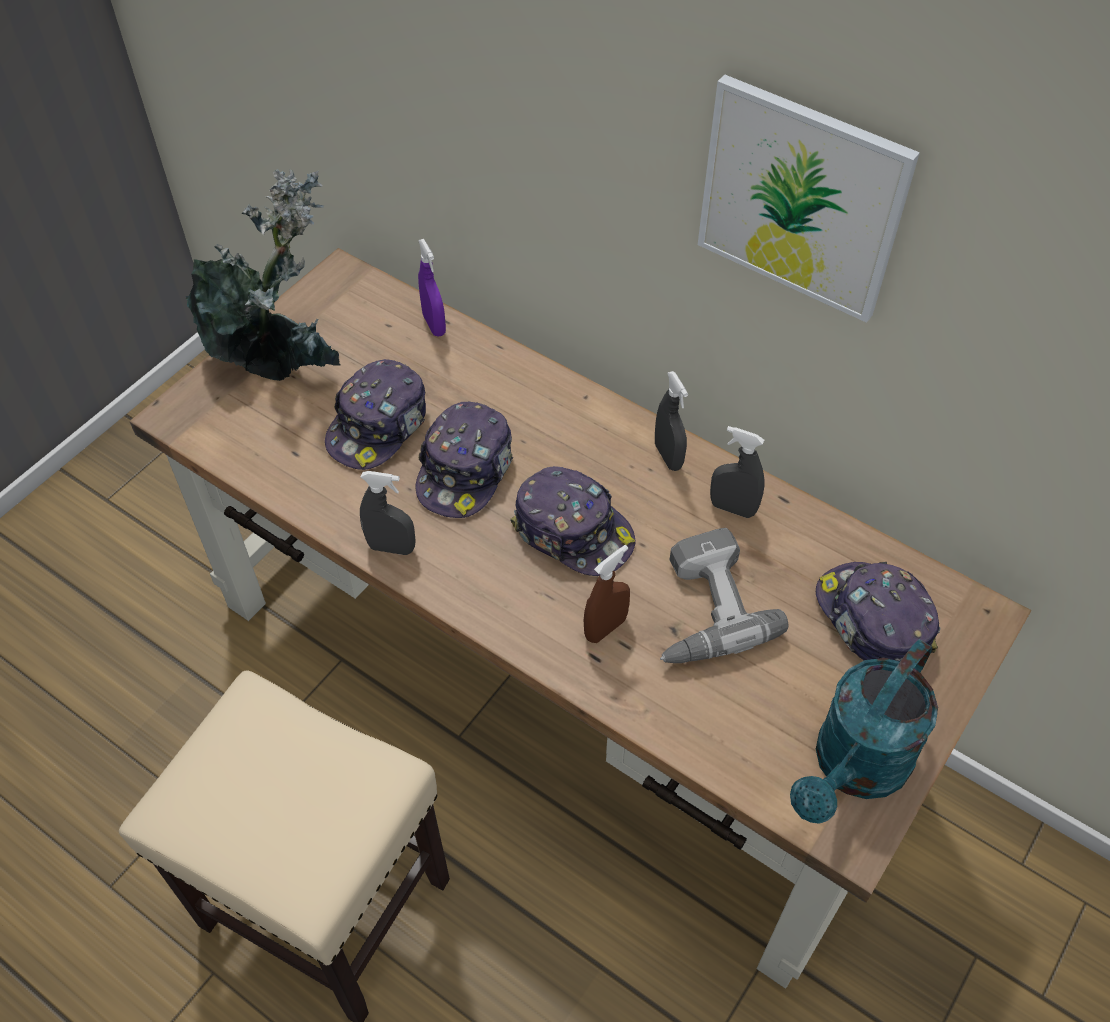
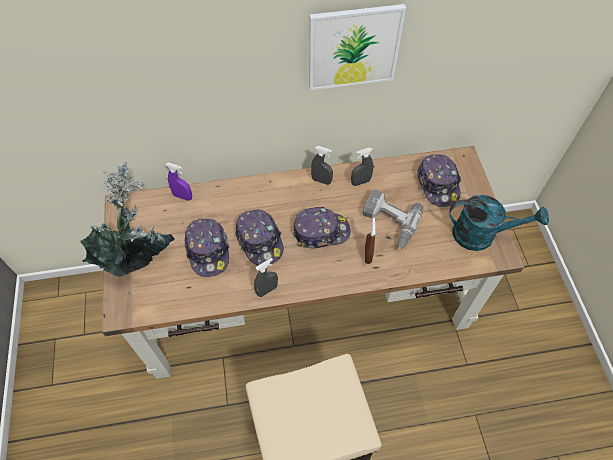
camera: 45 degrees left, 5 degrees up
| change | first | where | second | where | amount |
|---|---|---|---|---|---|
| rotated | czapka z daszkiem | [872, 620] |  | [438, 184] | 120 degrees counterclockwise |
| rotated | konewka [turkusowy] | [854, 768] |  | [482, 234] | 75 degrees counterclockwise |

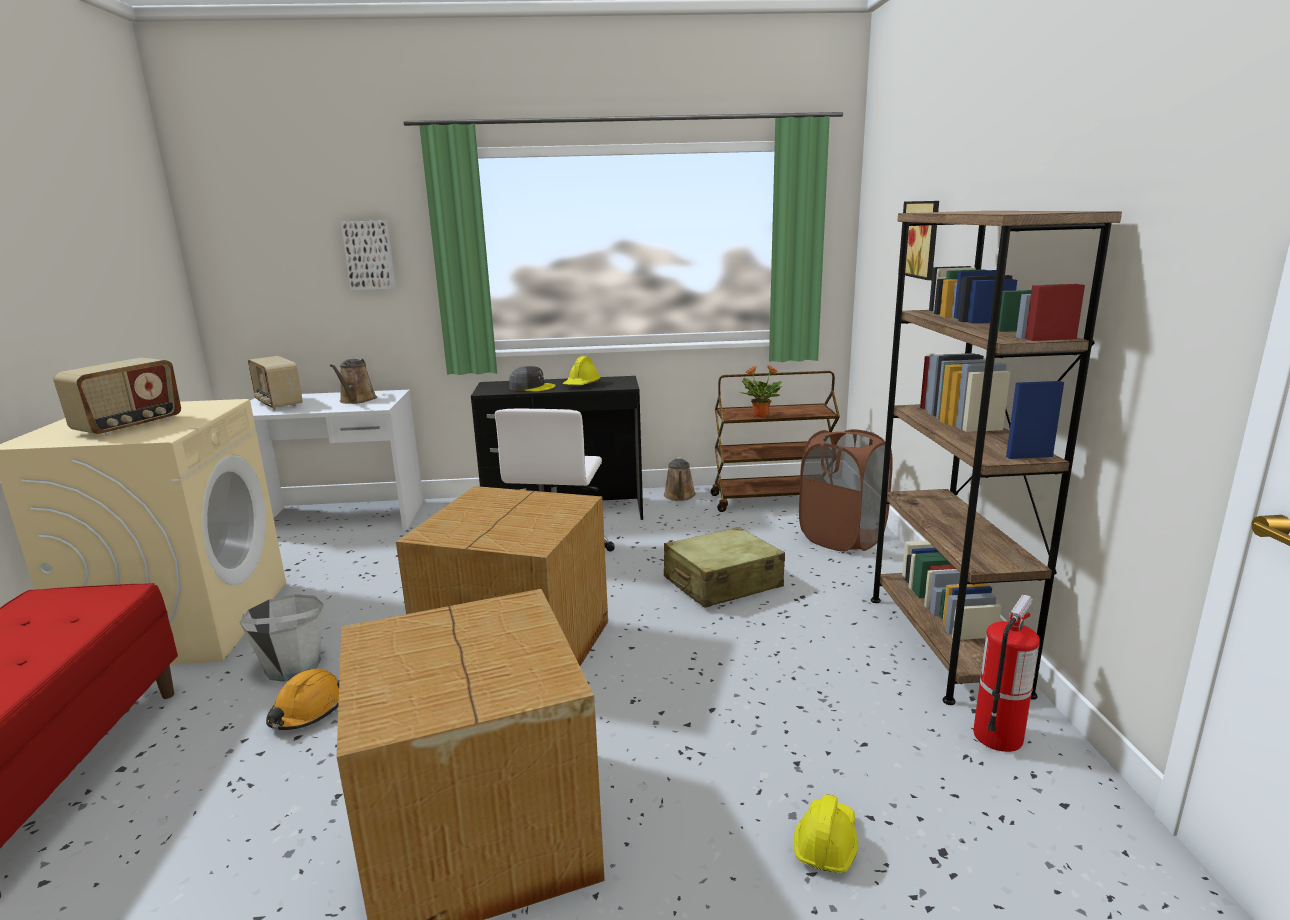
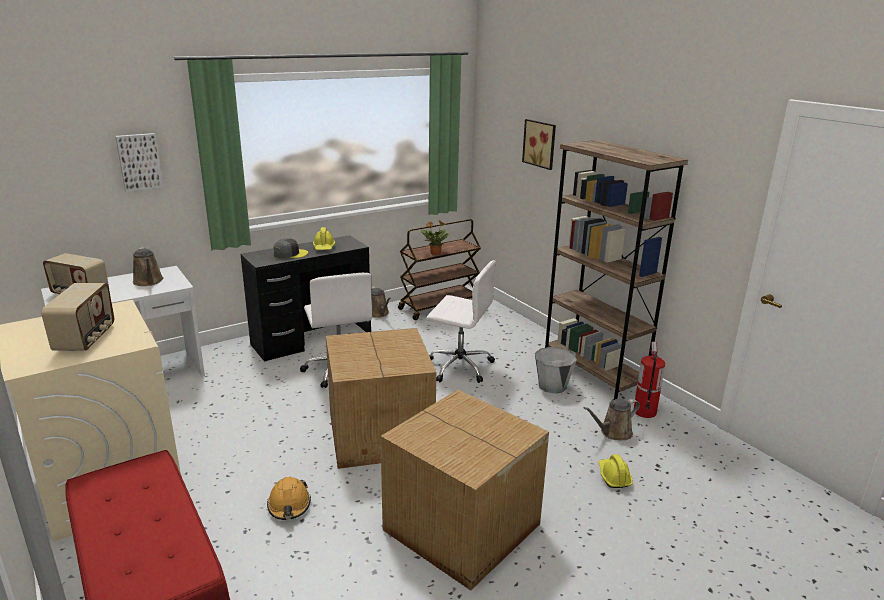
camera: 30 degrees left, 5 degrees up
| change | first | where | second | where | amount |
|---|---|---|---|---|---|
| swapped | walizka [beżowy] | [722, 583] | krzesło biurowe [biały] | [458, 366] |  |
| shifted | wiadro [szary] | [292, 666] |  | [552, 386] |  |
| new |  |  | konewka [brązowy] | [613, 433] |  |
| gone | kosz na pranie [brązowy] | [842, 538] |  |  |  |

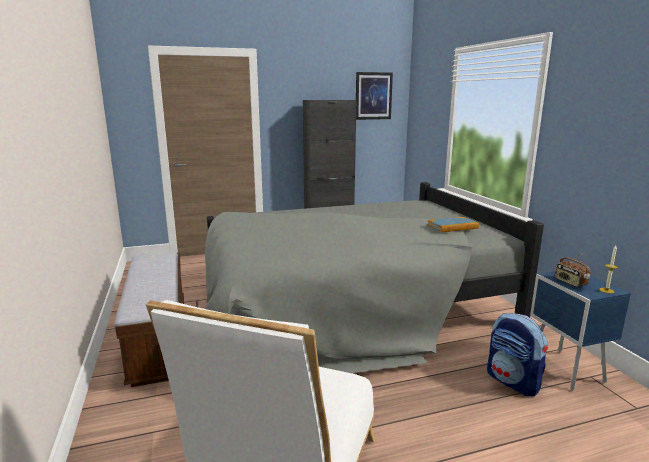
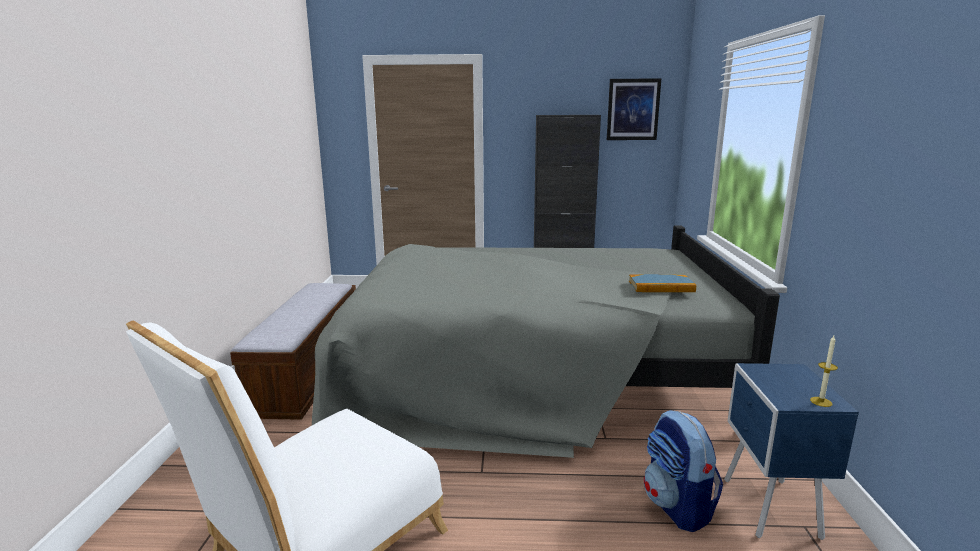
camera: 20 degrees right, 0 degrees up
| change | first | where | second | where | amount |
|---|---|---|---|---|---|
| gone | radio | [570, 282] |  |  |  |

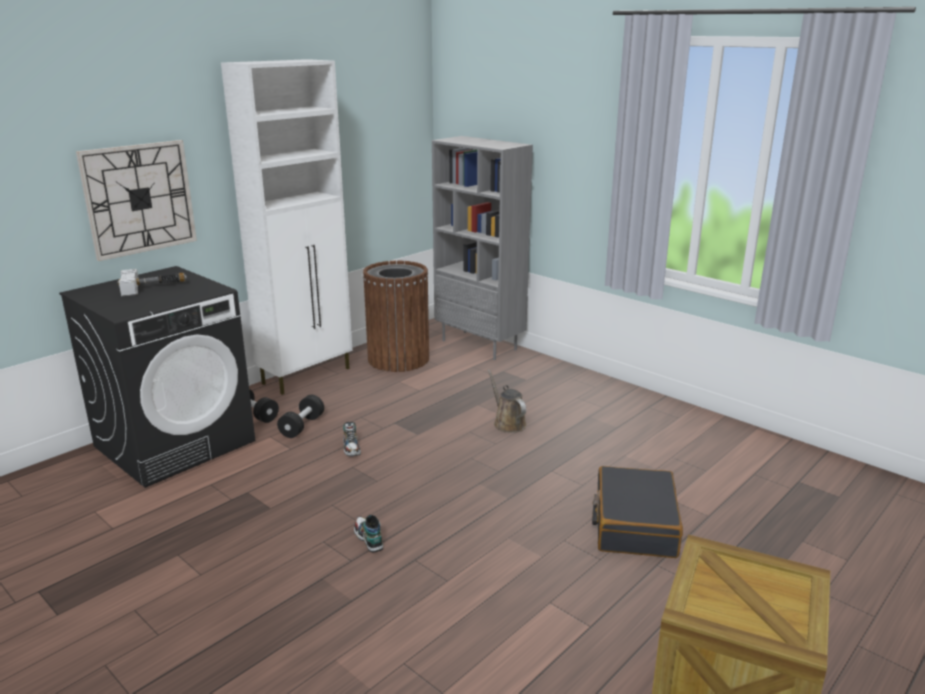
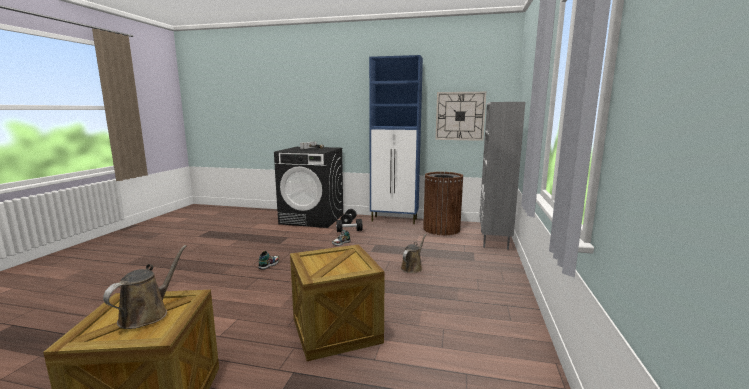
camera: 60 degrees right, 10 degrees down
| change | first | where | second | where | amount |
|---|---|---|---|---|---|
| new |  |  | konewka [brązowy] | [147, 314] |  |
| swapped | walizka [czarny] | [634, 524] | skrzynka | [336, 330] |  |
| repainted | szafka [biały] | [307, 375] | szafka [niebieski] | [395, 220] |  |
| shifted | zegar ścienny | [139, 198] |  | [460, 116] |  |

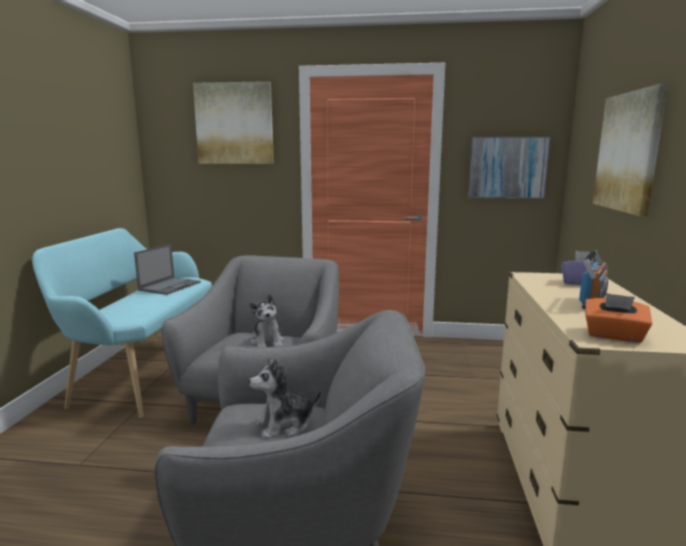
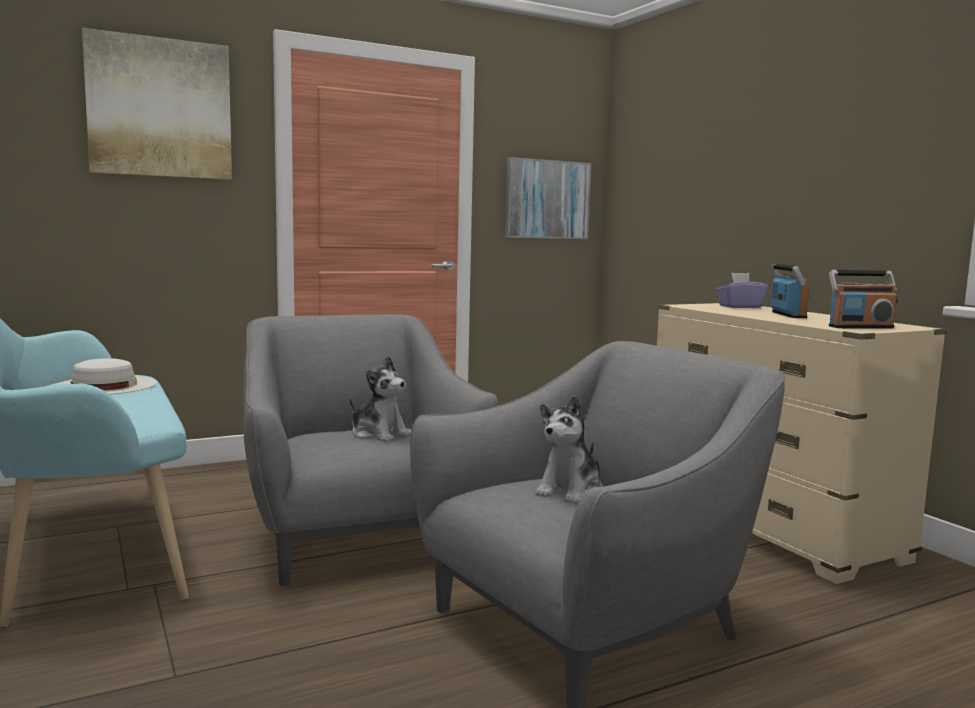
camera: 35 degrees left, 5 degrees down
| change | first | where | second | where | amount |
|---|---|---|---|---|---|
| swapped | laptop | [170, 286] | kapelusz [biały] | [104, 386] |  |
| swapped | pudełko chusteczek [pomarańczowy] | [613, 336] | radio | [860, 327] |  |
| gone | obraz | [628, 152] |  |  |  |

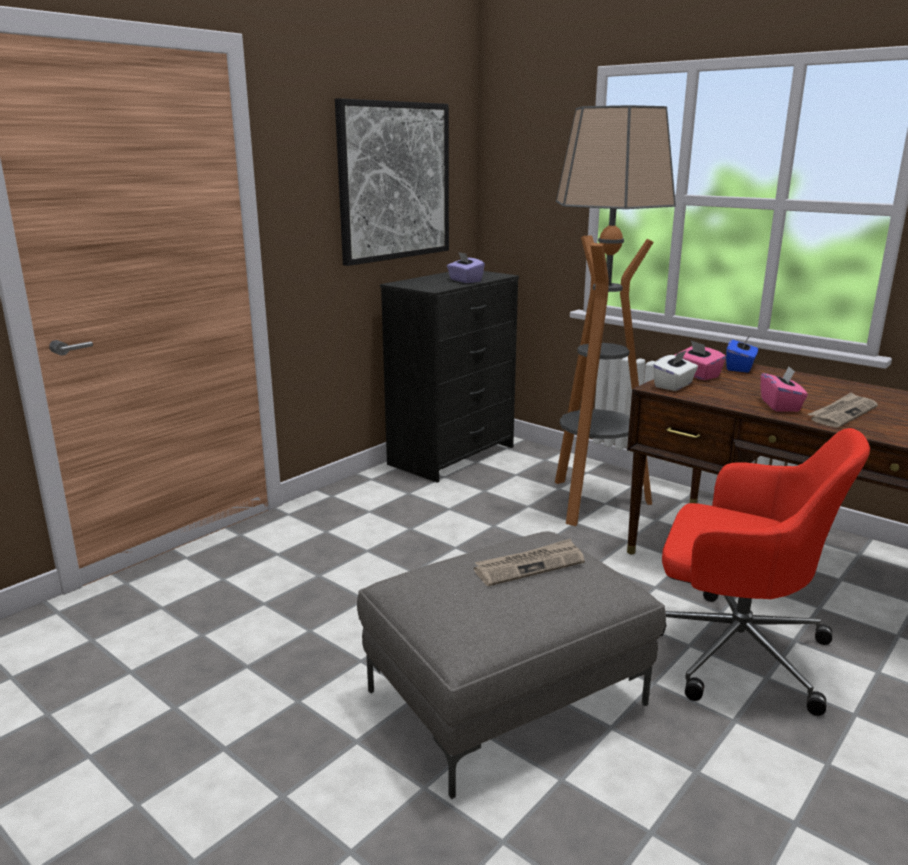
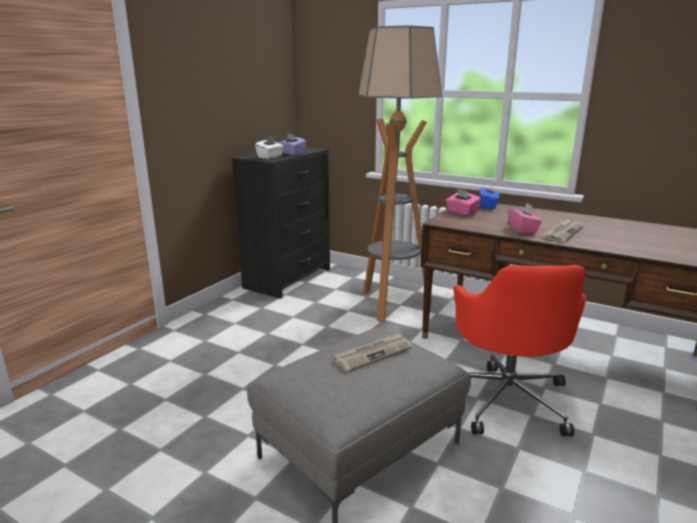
camera: 10 degrees left, 0 degrees up
| change | first | where | second | where | amount |
|---|---|---|---|---|---|
| shifted | pudełko chusteczek [biały] | [674, 385] |  | [270, 157] |  |
| rotated | krzesło biurowe [czerwony] | [734, 650] |  | [507, 399] | 75 degrees clockwise |
| gone | obraz | [394, 181] |  |  |  |

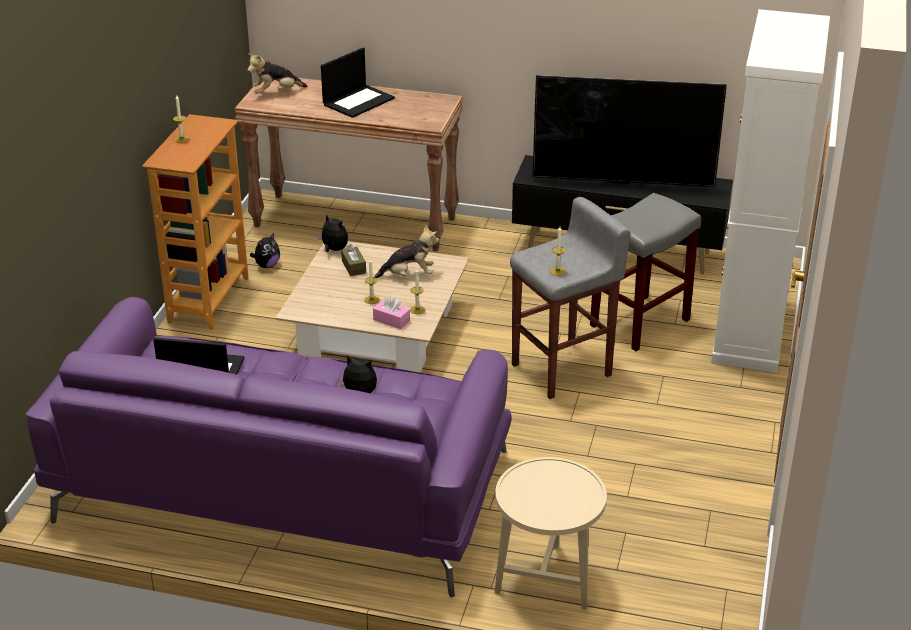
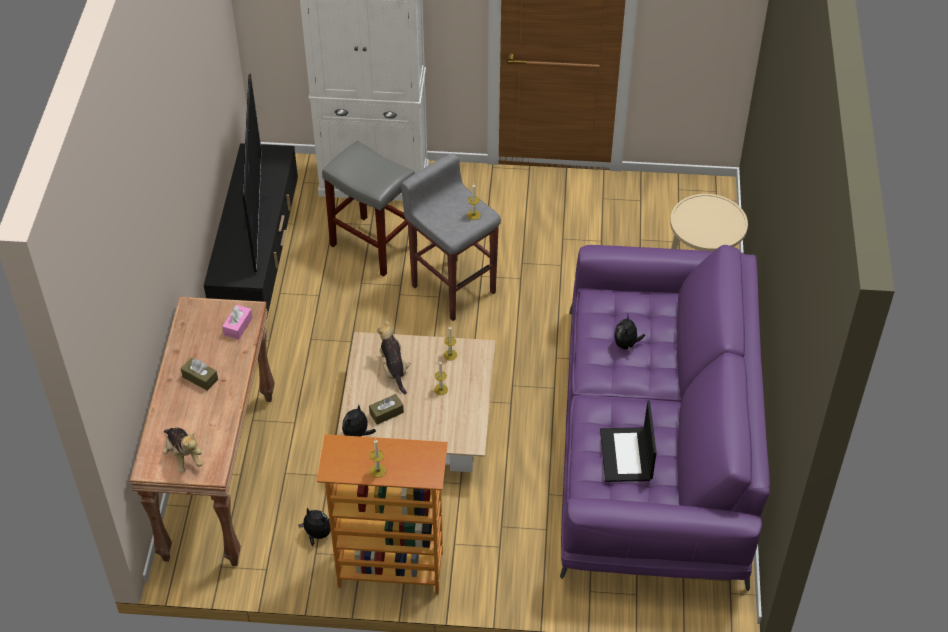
camera: 100 degrees left, 15 degrees up
| change | first | where | second | where | amount |
|---|---|---|---|---|---|
| swapped | laptop | [358, 101] | pudełko chusteczek [brązowy] | [200, 378] |  |
| shifted | pudełko chusteczek [różowy] | [391, 320] |  | [238, 326] |  |

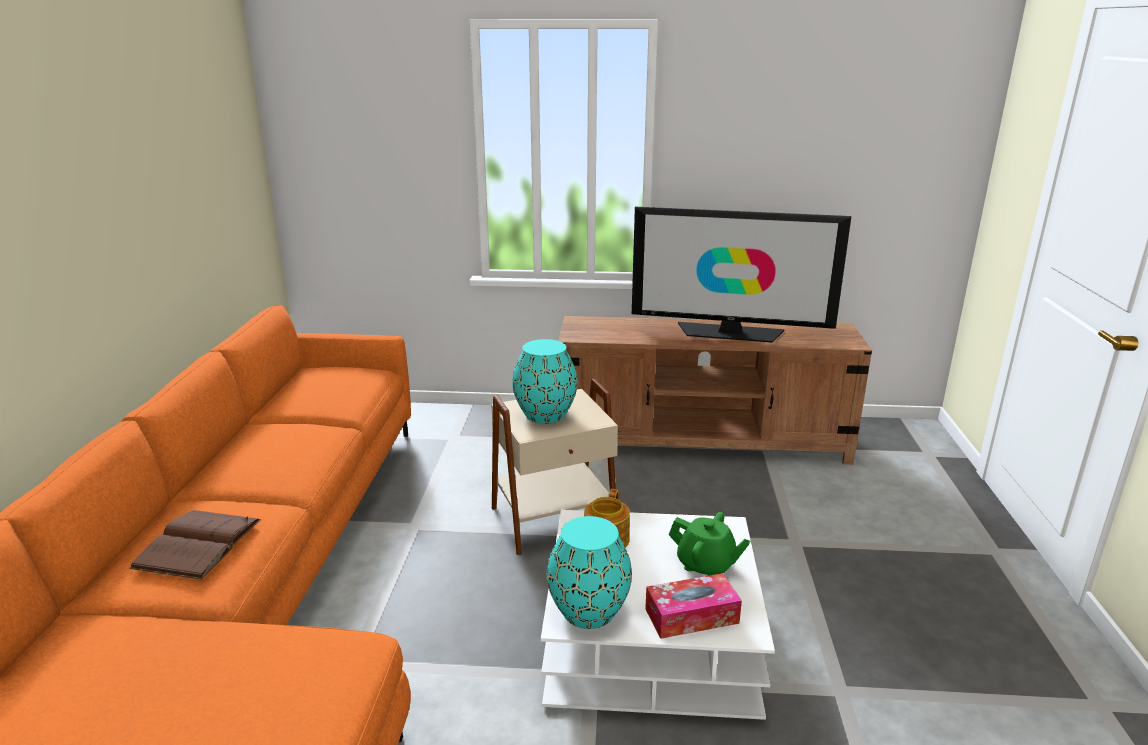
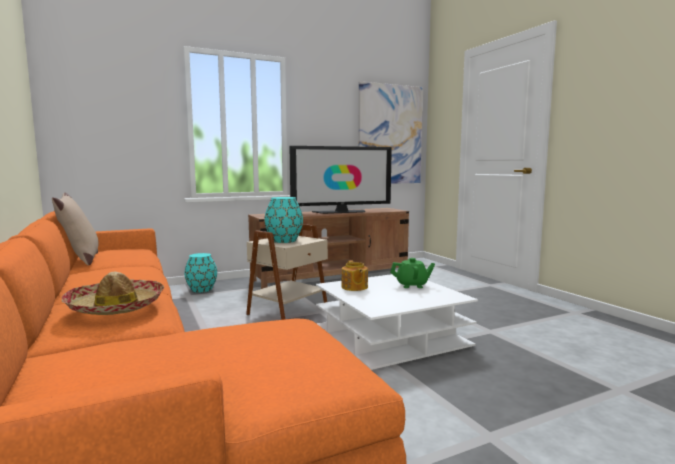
camera: 30 degrees left, 15 degrees down
| change | first | where | second | where | amount |
|---|---|---|---|---|---|
| new |  |  | poduszka [beżowy] | [81, 260] |  |
| swapped | książka [brązowy] | [198, 543] | kapelusz | [116, 306] |  |
| shifted | wazon [turkusowy] | [589, 610] |  | [202, 289] |  |
| new |  |  | obraz | [390, 135] |  |
| gone | pudełko chusteczek | [691, 616] |  |  |  |

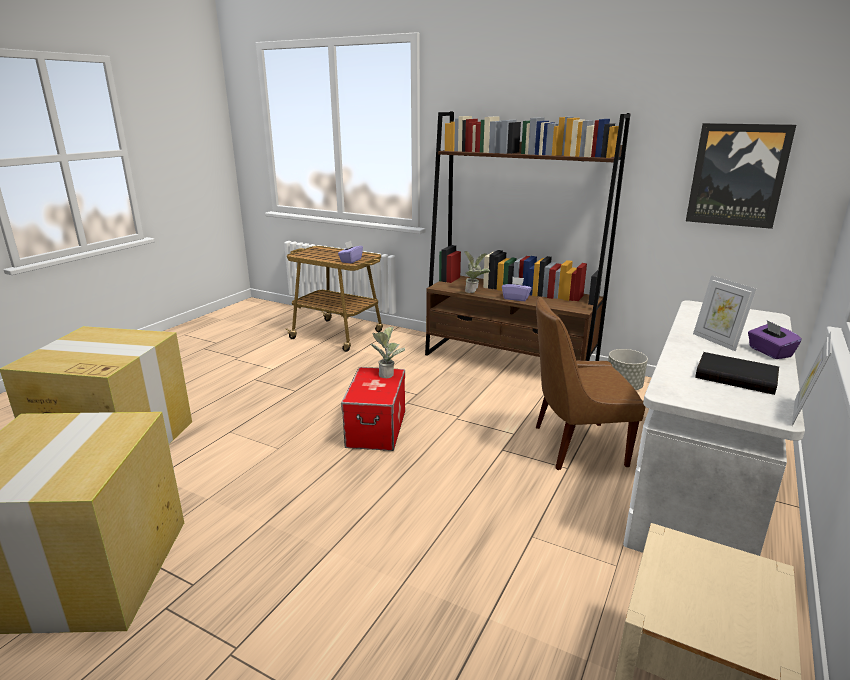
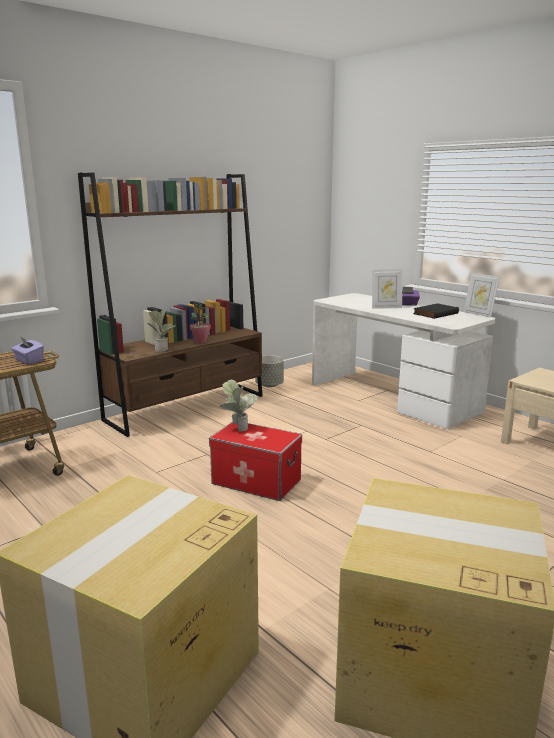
camera: 70 degrees left, 5 degrees down
| change | first | where | second | where | amount |
|---|---|---|---|---|---|
| swapped | pudełko chusteczek [fioletowy] | [516, 298] | roślina doniczkowa | [200, 341] |  |
| gone | krzesło [brązowy] | [575, 446] |  |  |  |
| gone | obraz | [737, 175] |  |  |  |

